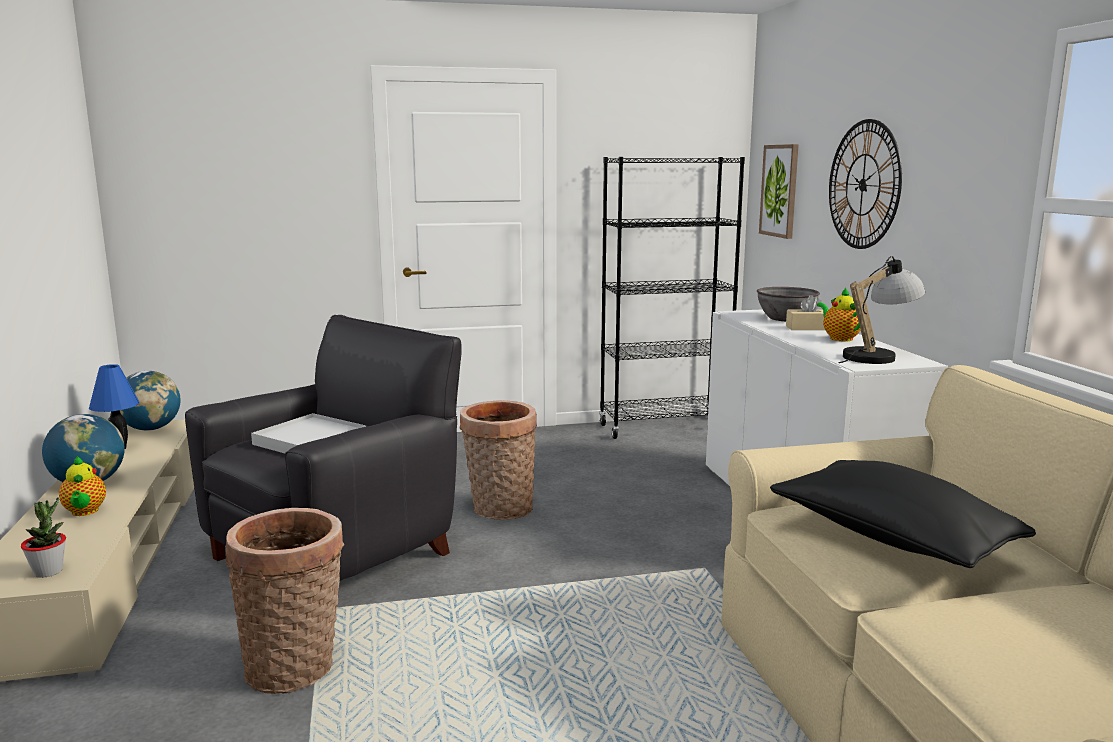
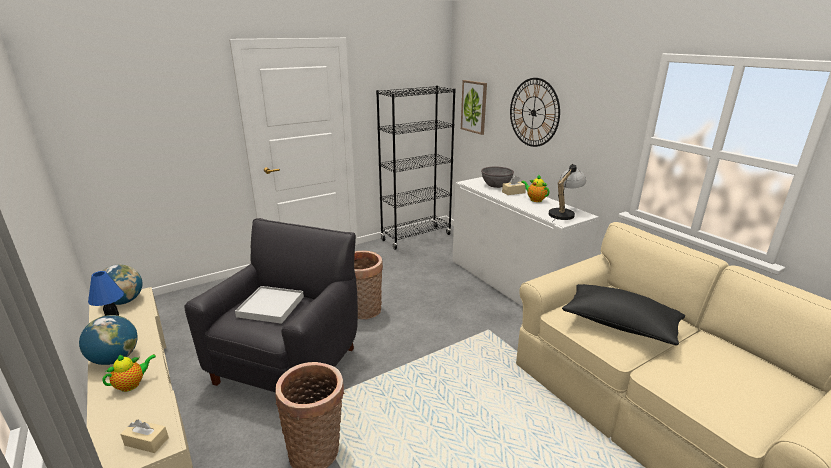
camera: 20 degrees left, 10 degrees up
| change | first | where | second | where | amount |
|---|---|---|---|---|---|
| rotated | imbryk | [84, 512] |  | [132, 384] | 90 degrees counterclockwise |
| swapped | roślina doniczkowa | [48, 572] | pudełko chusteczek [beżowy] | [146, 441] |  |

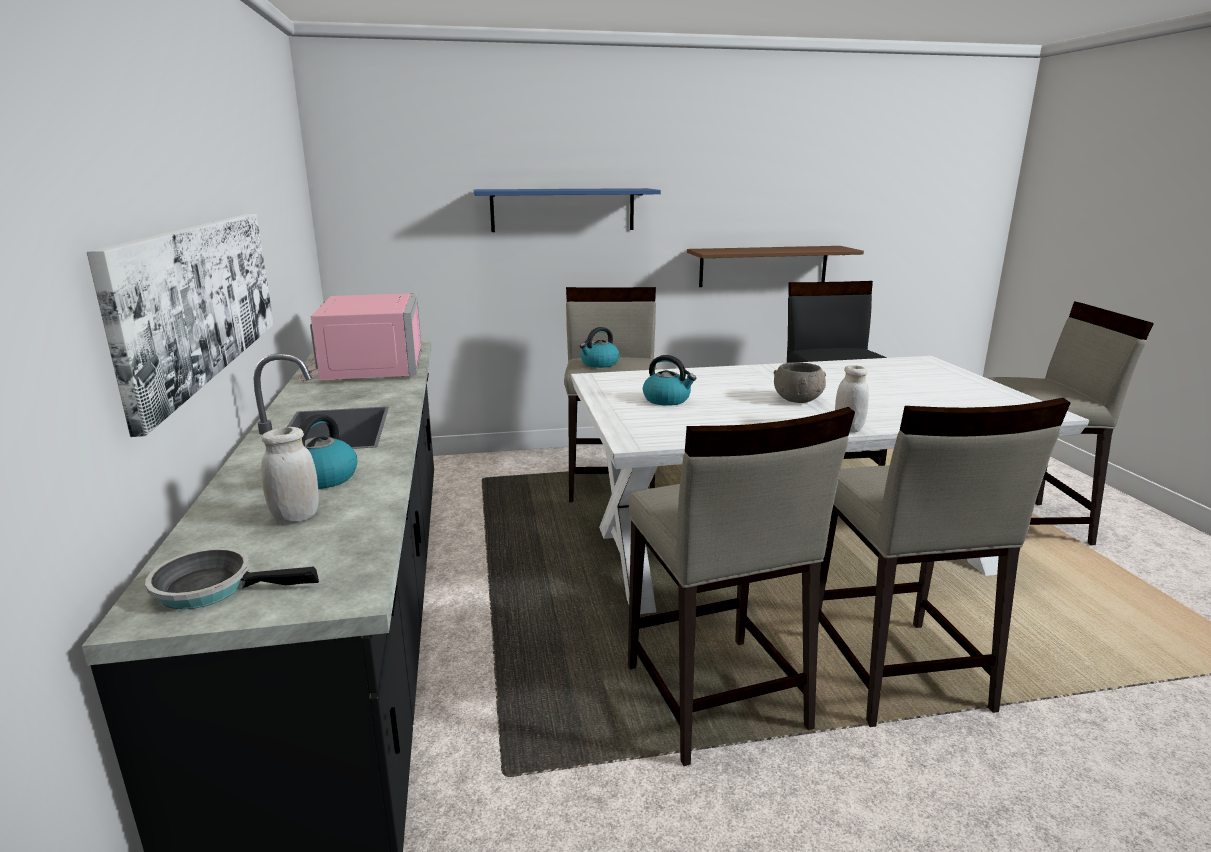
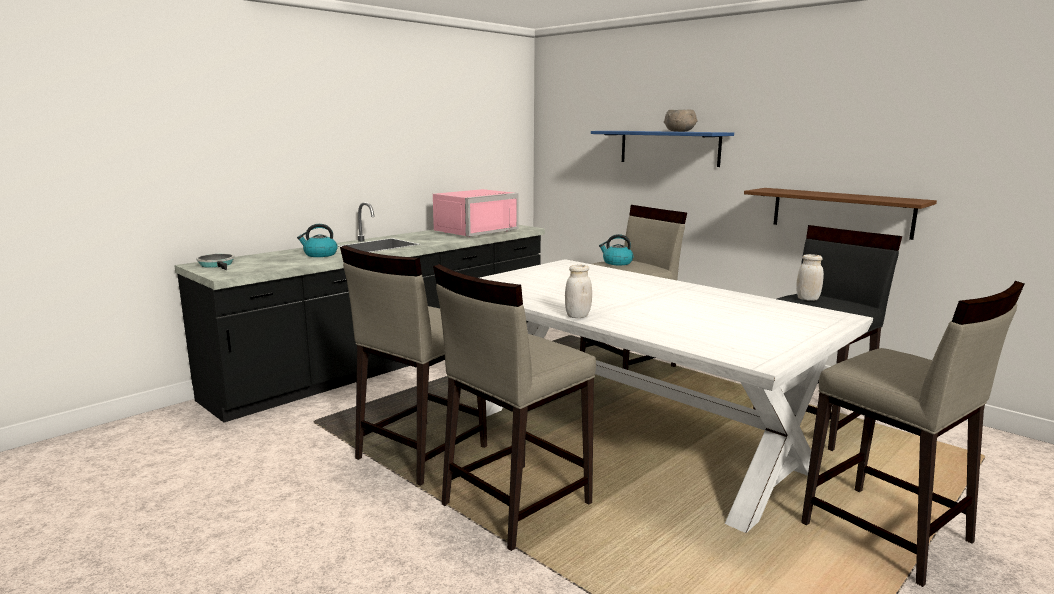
camera: 55 degrees right, 5 degrees down
| change | first | where | second | where | amount |
|---|---|---|---|---|---|
| shifted | miska [szary] | [798, 399] |  | [680, 131] |  |
| shifted | słoik [biały] | [295, 517] |  | [807, 299] |  |
| gone | obraz | [201, 299] |  |  |  |
| gone | czajnik | [667, 400] |  |  |  |

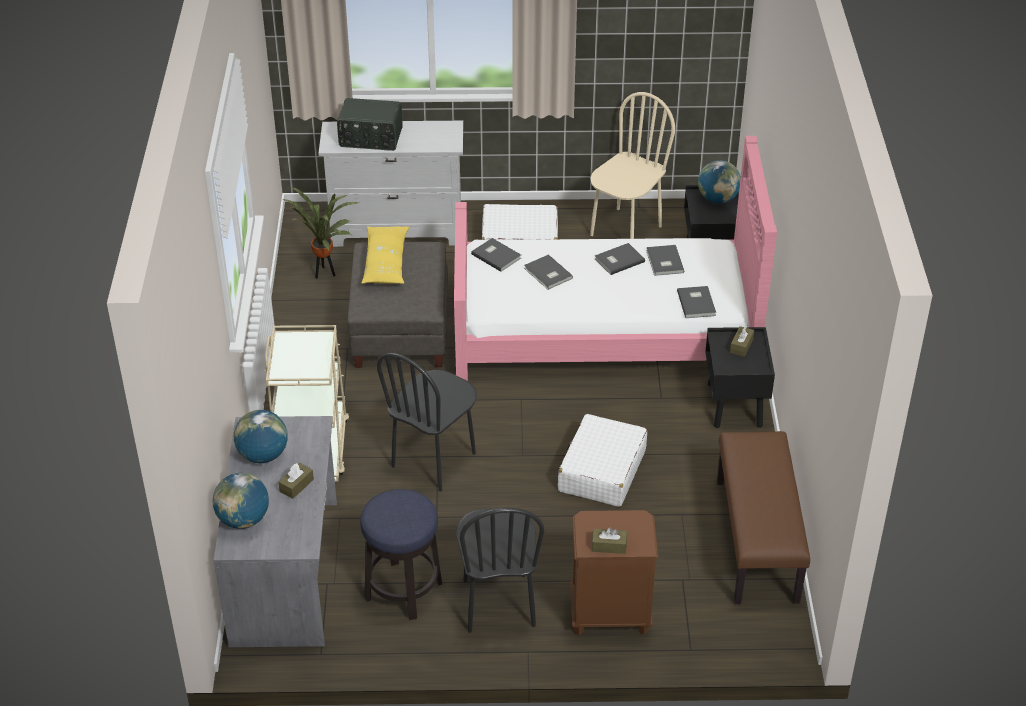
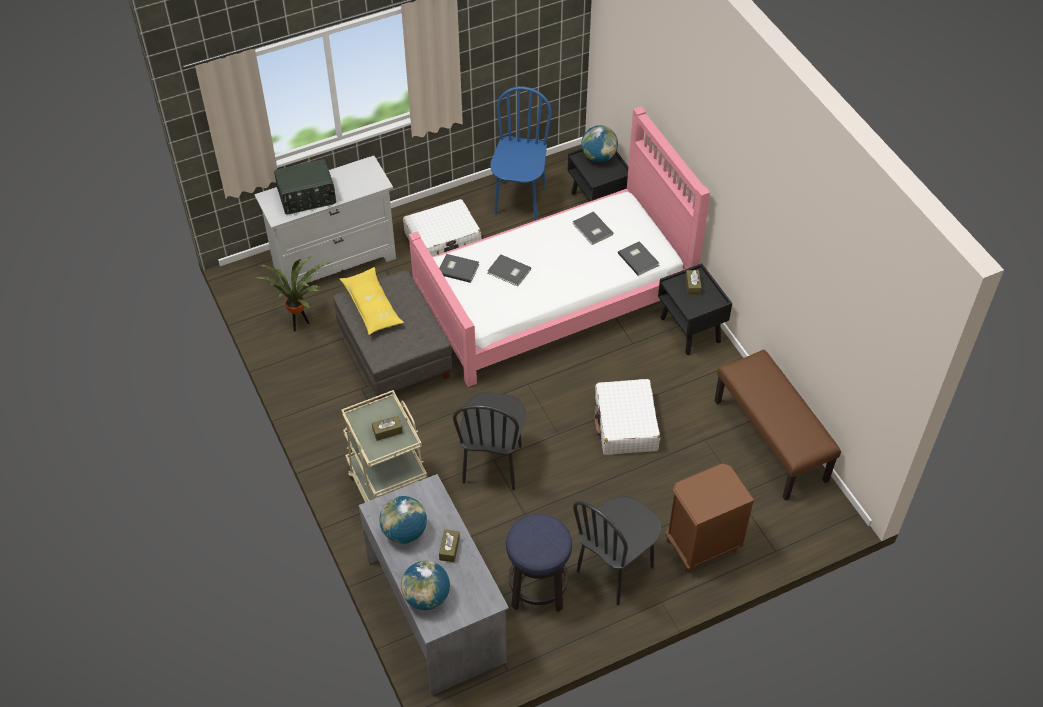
camera: 25 degrees left, 10 degrees up
| change | first | where | second | where | amount |
|---|---|---|---|---|---|
| shifted | pudełko chusteczek [brązowy] | [609, 546] |  | [387, 431] |  |
| repainted | krzesło [beżowy] | [625, 230] | krzesło [niebieski] | [519, 200] |  |
| rotated | krzesło [czarny] | [498, 603] |  | [615, 570] | 75 degrees clockwise |
| gone | książka [szary] | [618, 260] |  |  |  |

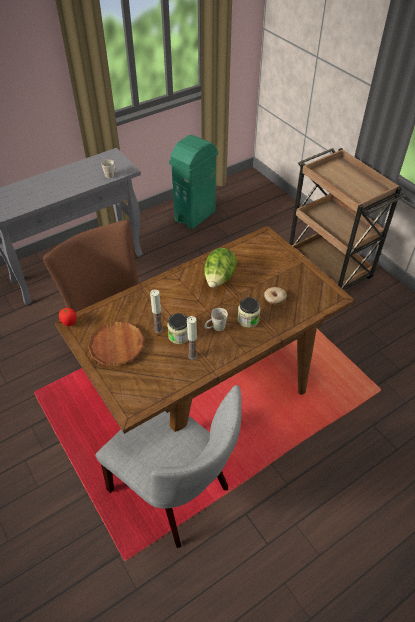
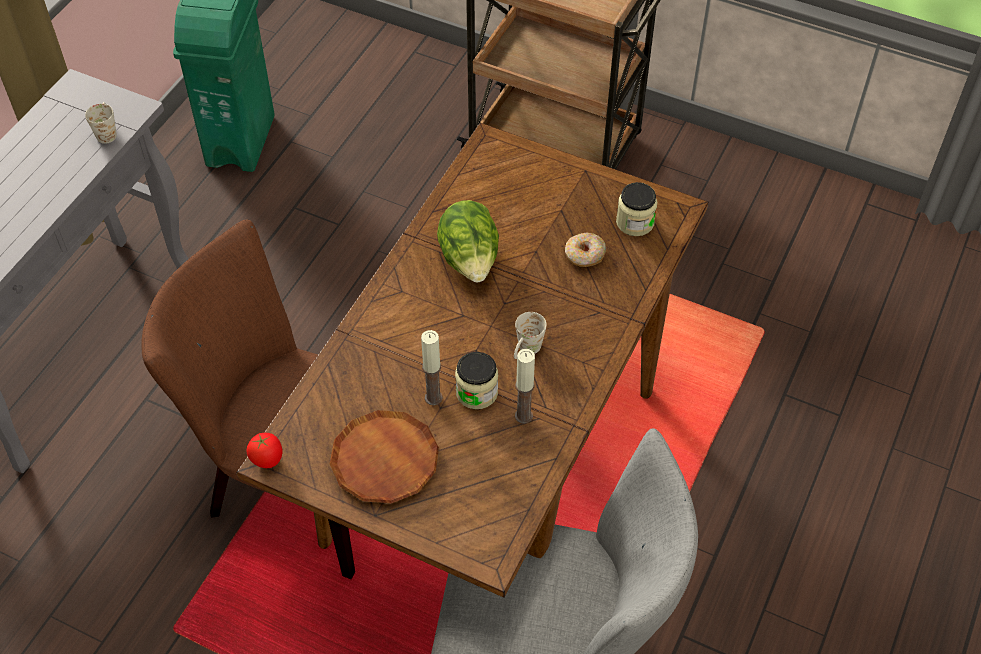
camera: 30 degrees left, 5 degrees up
| change | first | where | second | where | amount |
|---|---|---|---|---|---|
| shifted | słoik | [248, 319] |  | [635, 222] |  |

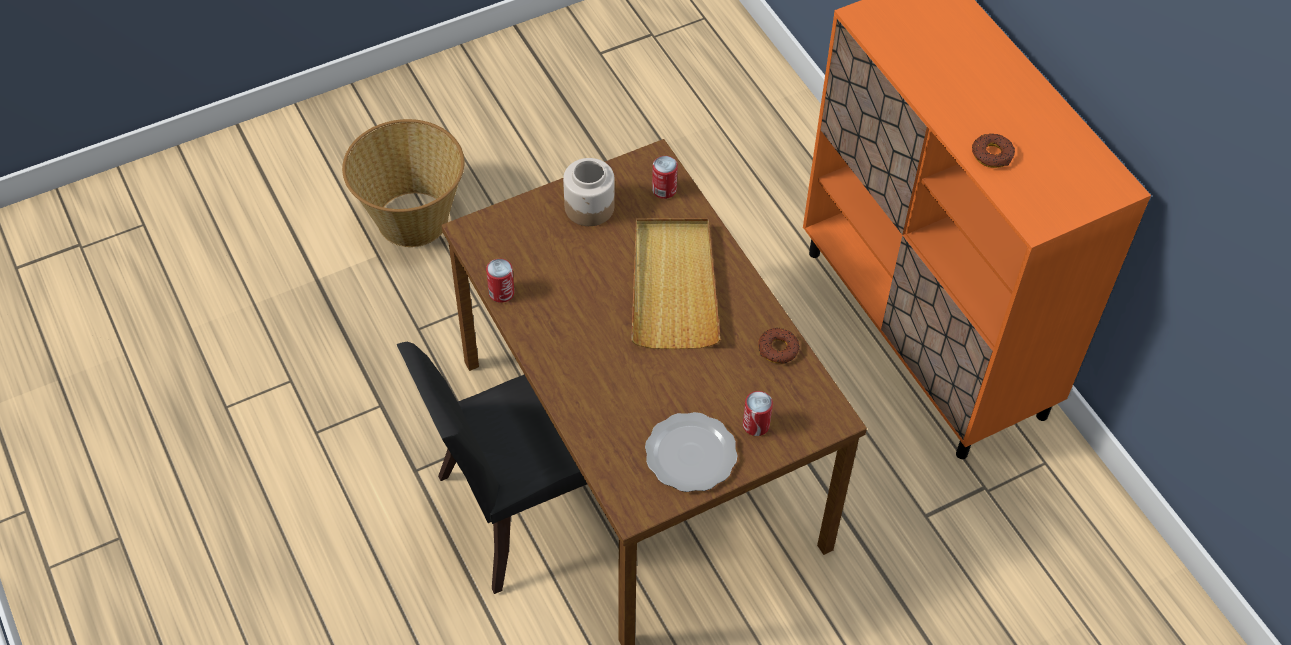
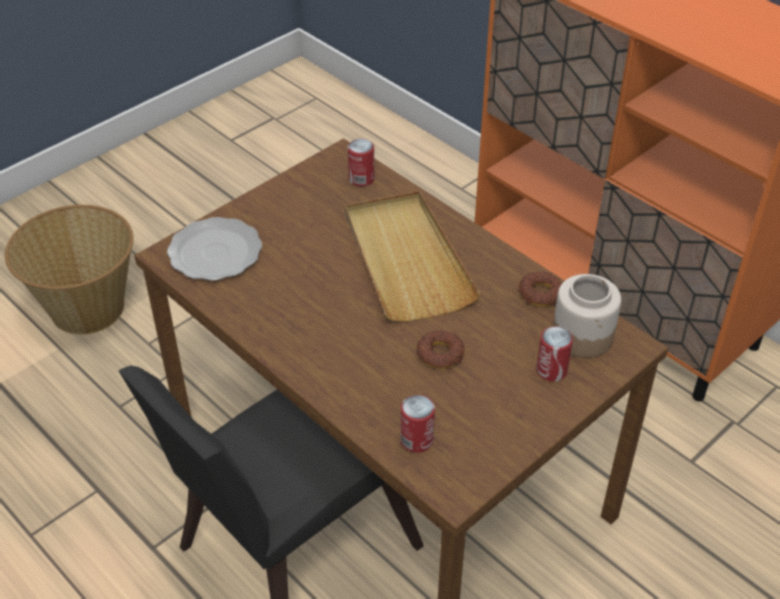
camera: 15 degrees left, 10 degrees down
| change | first | where | second | where | amount |
|---|---|---|---|---|---|
| shifted | talerz | [691, 453] |  | [216, 251] |  |
| shifted | puszka | [501, 292] |  | [416, 440] |  |
| shifted | donut | [992, 154] |  | [440, 354] |  |
| shifted | słoik | [590, 207] |  | [583, 335] |  |

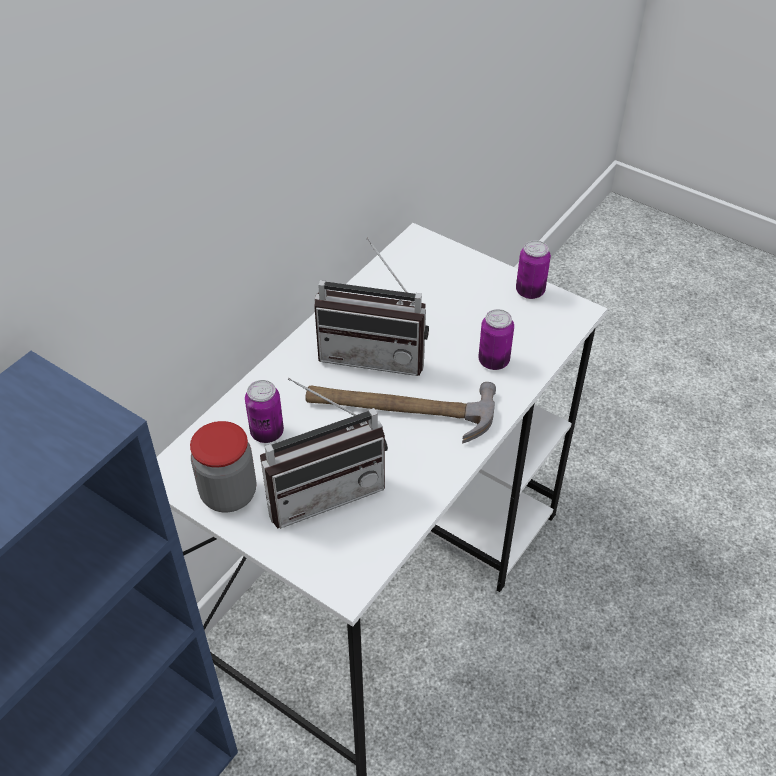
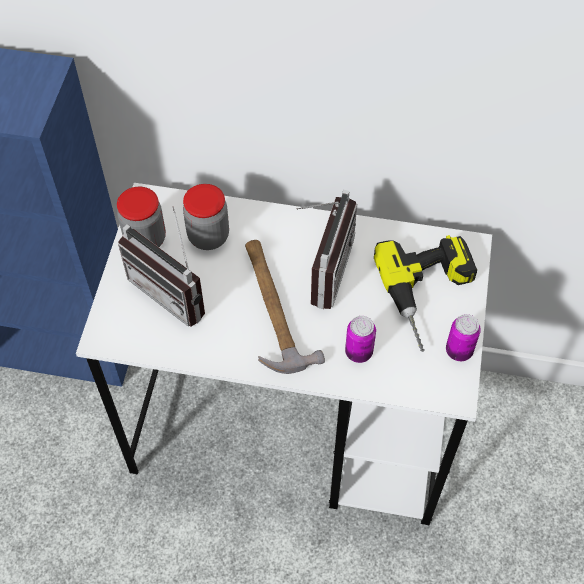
camera: 65 degrees right, 10 degrees up
| change | first | where | second | where | amount |
|---|---|---|---|---|---|
| swapped | puszka | [267, 433] | słoik | [208, 236] |  |
| rotated | radio | [375, 353] |  | [321, 269] | 150 degrees counterclockwise |
| new |  |  | wiertarka | [432, 296] |  |

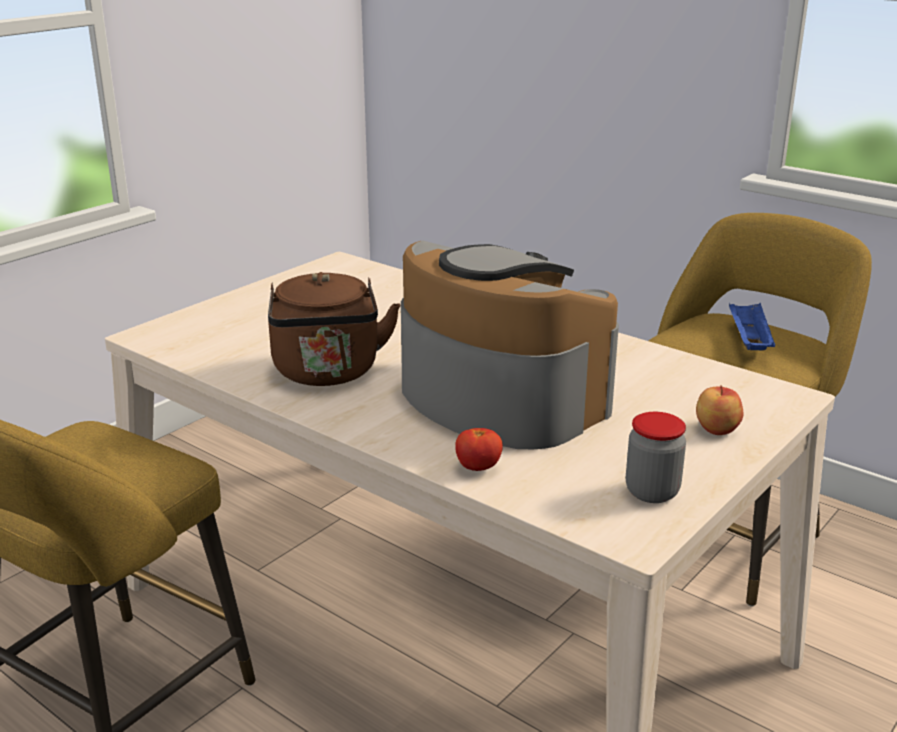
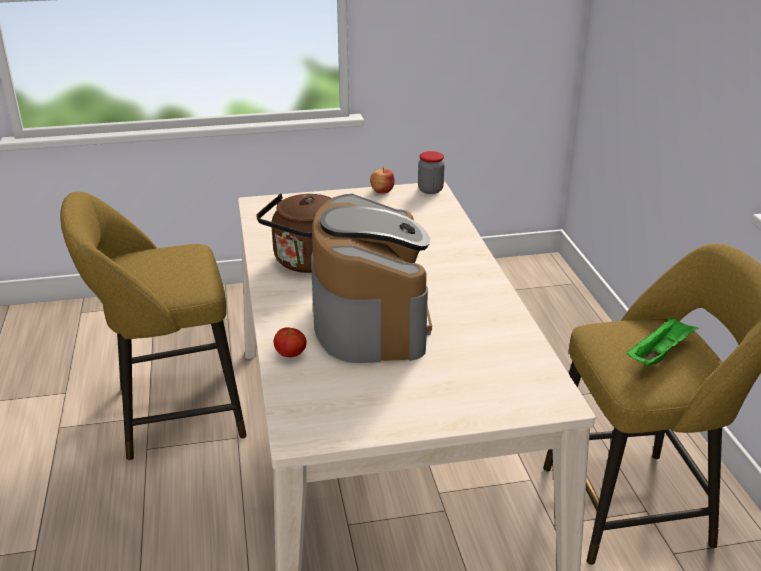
camera: 40 degrees right, 5 degrees up
| change | first | where | second | where | amount |
|---|---|---|---|---|---|
| shifted | jabłko | [715, 429] |  | [382, 191] |  |
| shifted | słoik | [652, 492] |  | [430, 190] |  |
| repainted | taca [niebieski] | [748, 341] | taca [zielony] | [659, 354] |  |

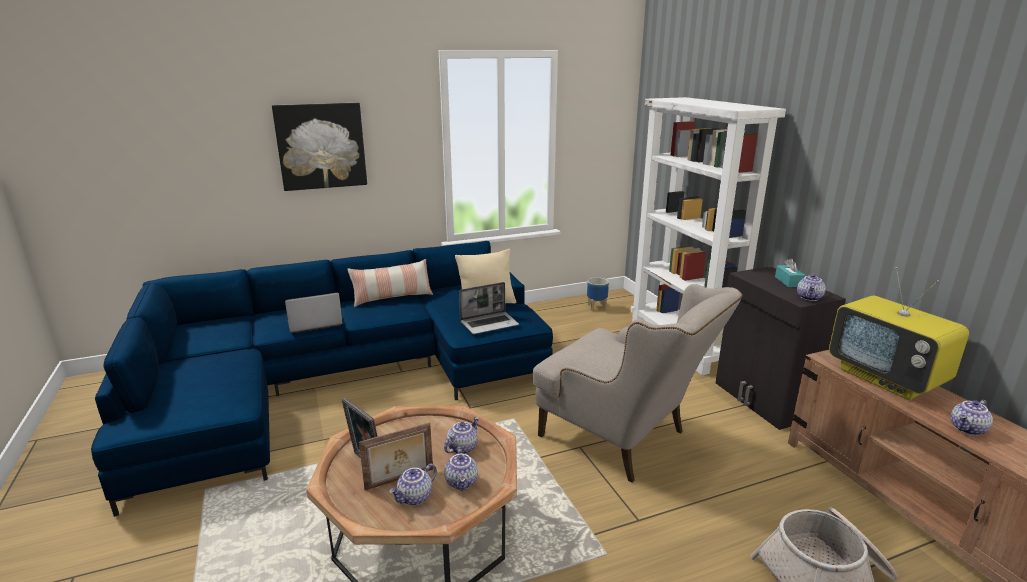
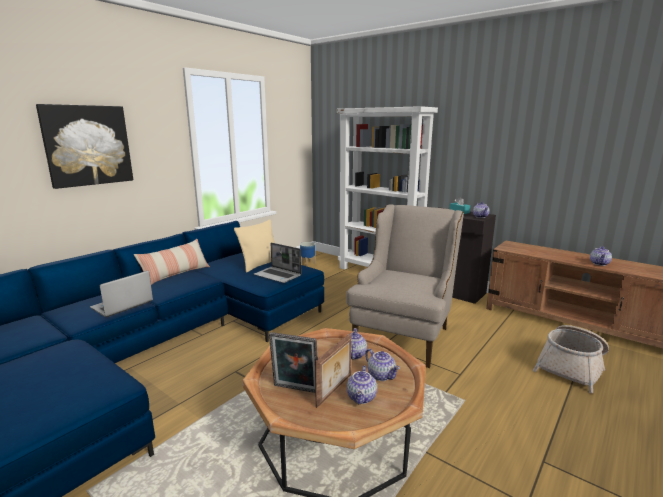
camera: 30 degrees left, 5 degrees down
| change | first | where | second | where | amount |
|---|---|---|---|---|---|
| rotated | laptop | [489, 324] |  | [278, 275] | 90 degrees clockwise |
| rotated | fotel [beżowy] | [624, 440] |  | [404, 332] | 75 degrees counterclockwise |
| gone | telewizor | [887, 379] |  |  |  |

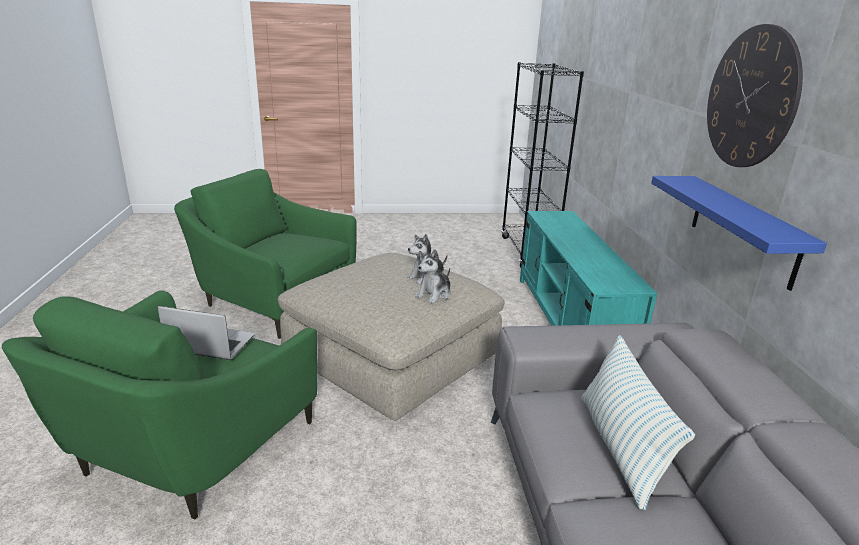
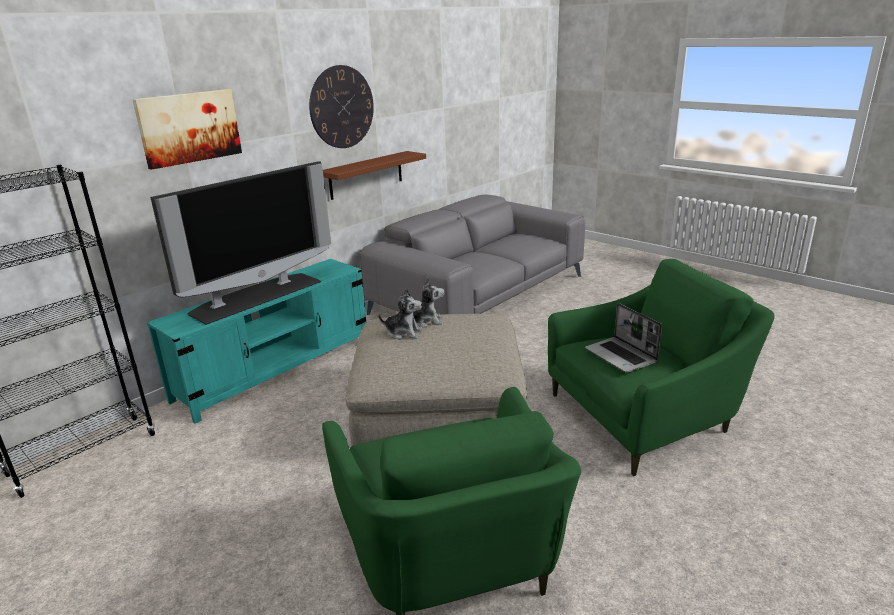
camera: 130 degrees left, 0 degrees up
| change | first | where | second | where | amount |
|---|---|---|---|---|---|
| new |  |  | obraz | [189, 127] |  |
| new |  |  | telewizor | [256, 296] |  |
| repainted | półka [niebieski] | [742, 229] | półka [brązowy] | [366, 175] |  |
| gone | poduszka | [619, 447] |  |  |  |

